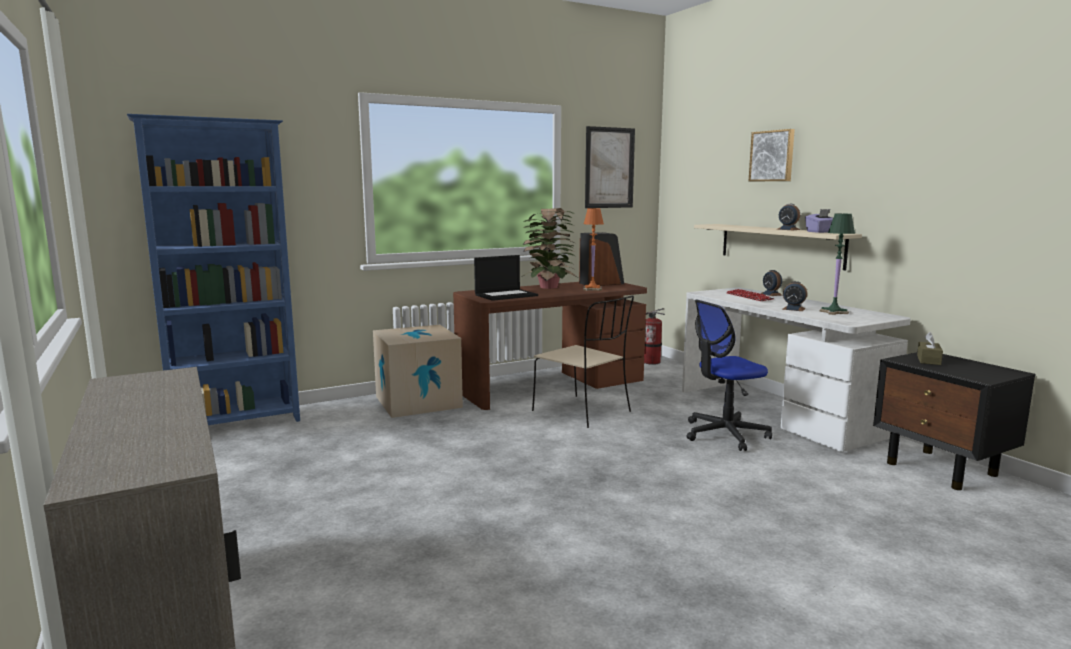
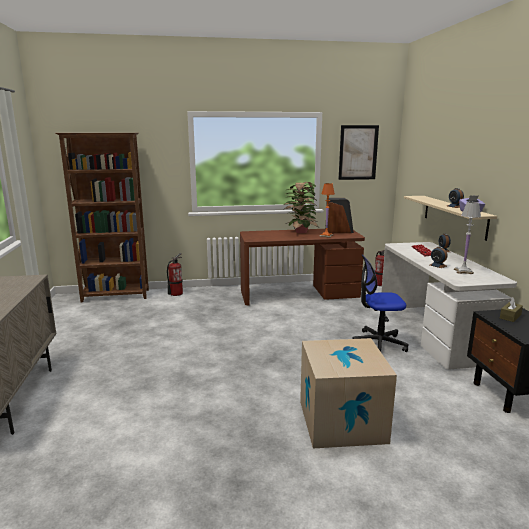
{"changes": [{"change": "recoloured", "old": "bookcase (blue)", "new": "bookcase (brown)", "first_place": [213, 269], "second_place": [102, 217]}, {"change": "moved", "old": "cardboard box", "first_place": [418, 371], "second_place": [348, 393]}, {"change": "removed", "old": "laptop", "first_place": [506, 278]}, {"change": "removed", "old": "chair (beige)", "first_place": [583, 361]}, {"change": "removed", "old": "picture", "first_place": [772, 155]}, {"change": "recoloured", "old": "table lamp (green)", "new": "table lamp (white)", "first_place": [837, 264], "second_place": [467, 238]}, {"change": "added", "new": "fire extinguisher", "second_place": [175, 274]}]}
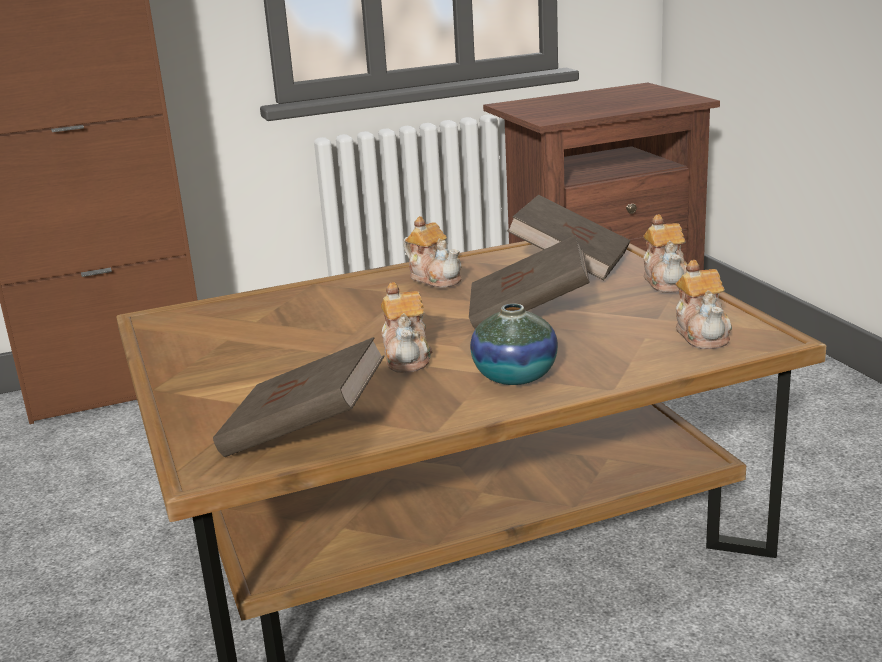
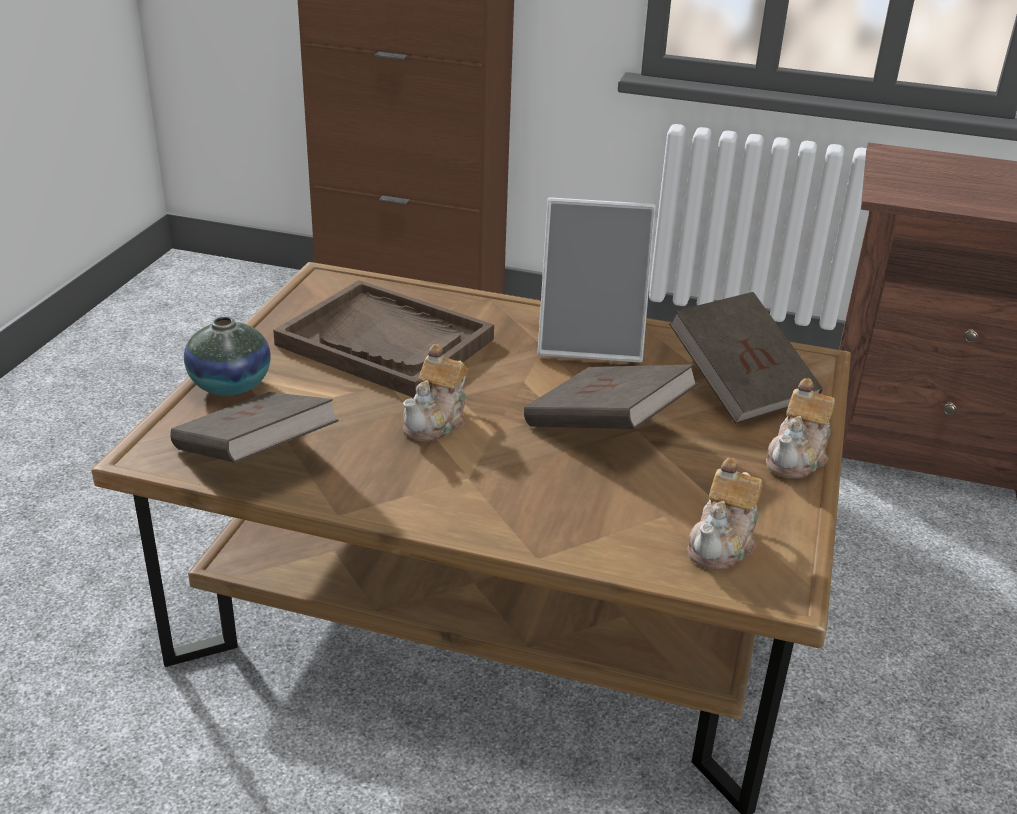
{"changes": [{"change": "replaced", "old": "teapot", "new": "picture frame", "first_place": [433, 252], "second_place": [597, 280]}, {"change": "moved", "old": "vase", "first_place": [514, 344], "second_place": [227, 356]}, {"change": "added", "new": "tray (brown)", "second_place": [383, 339]}]}
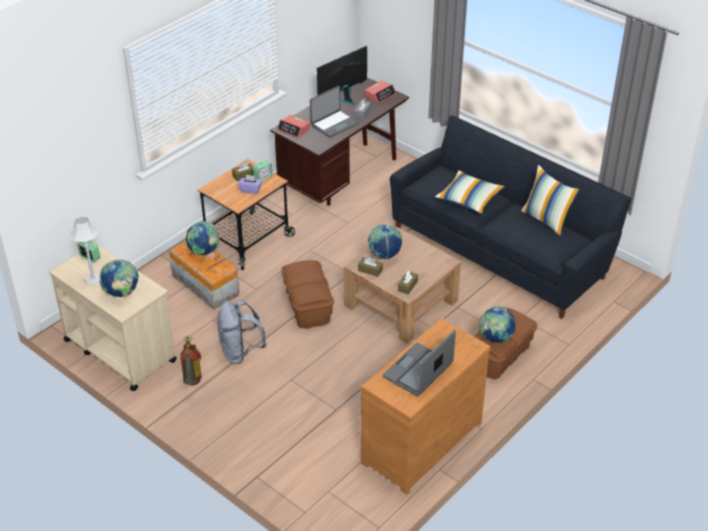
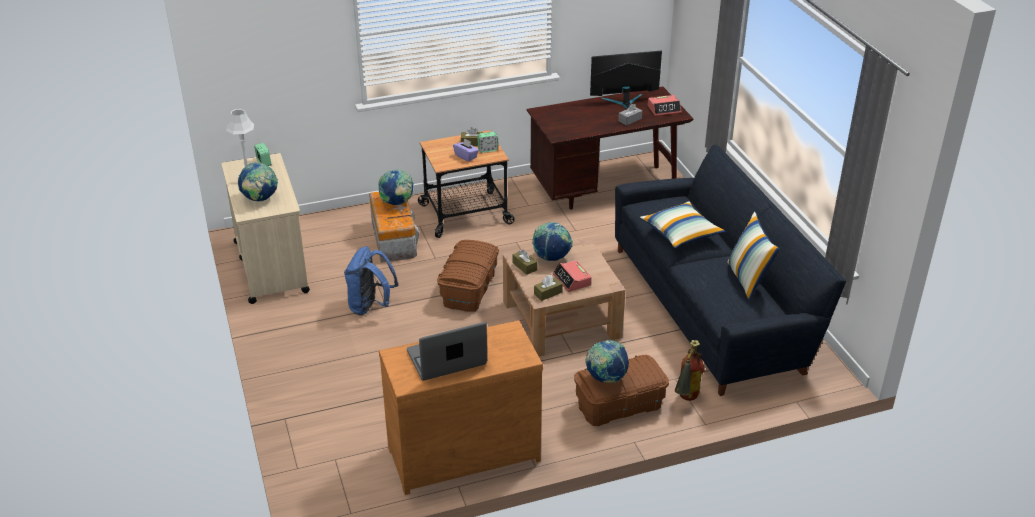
{"changes": [{"change": "moved", "old": "fire extinguisher", "first_place": [190, 360], "second_place": [690, 370]}, {"change": "recoloured", "old": "backpack (grey)", "new": "backpack (blue)", "first_place": [241, 332], "second_place": [371, 280]}, {"change": "moved", "old": "alarm clock", "first_place": [293, 126], "second_place": [572, 276]}, {"change": "removed", "old": "laptop", "first_place": [334, 112]}]}
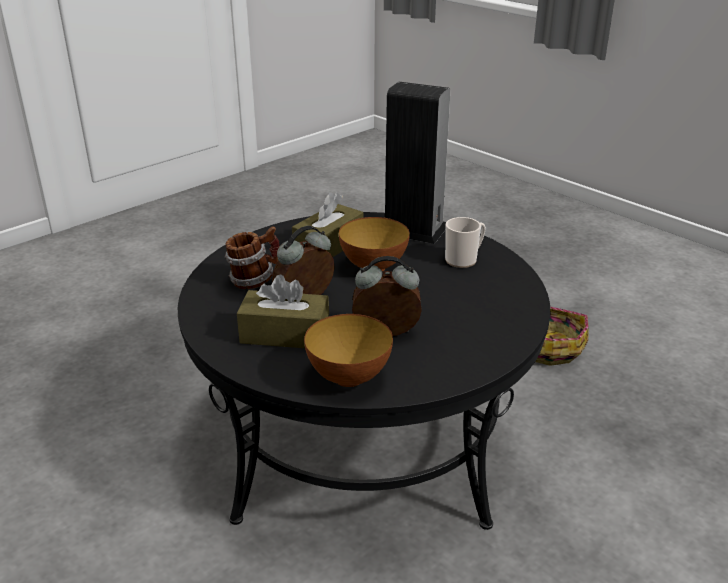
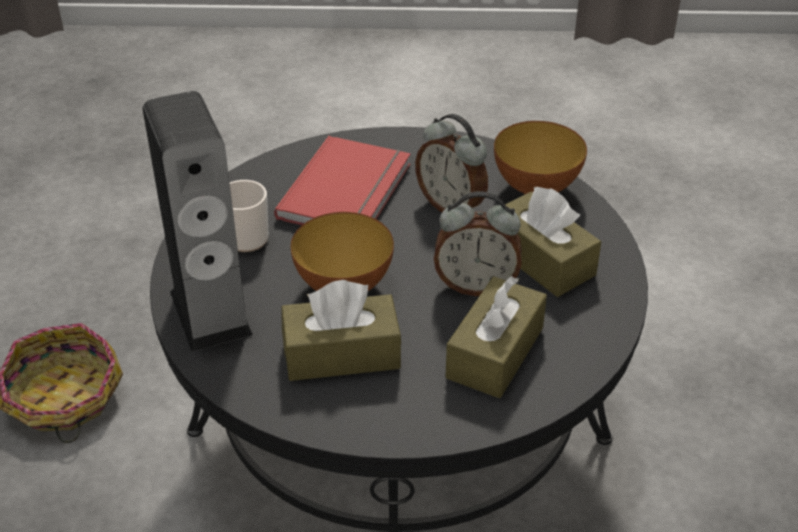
{"changes": [{"change": "replaced", "old": "mug", "new": "tissue box (brown)", "first_place": [252, 257], "second_place": [496, 337]}, {"change": "added", "new": "book (red)", "second_place": [342, 181]}]}
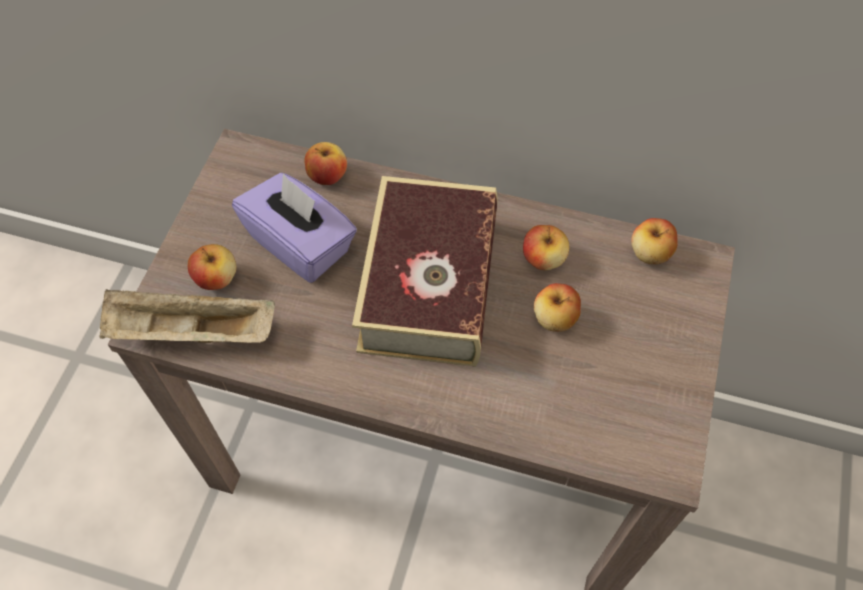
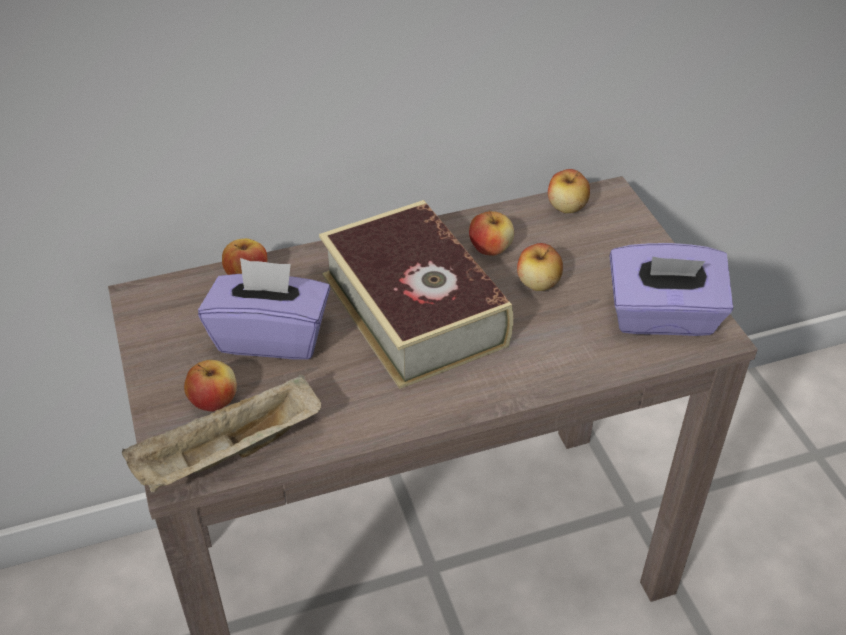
{"changes": [{"change": "added", "new": "tissue box (purple)", "second_place": [671, 289]}]}
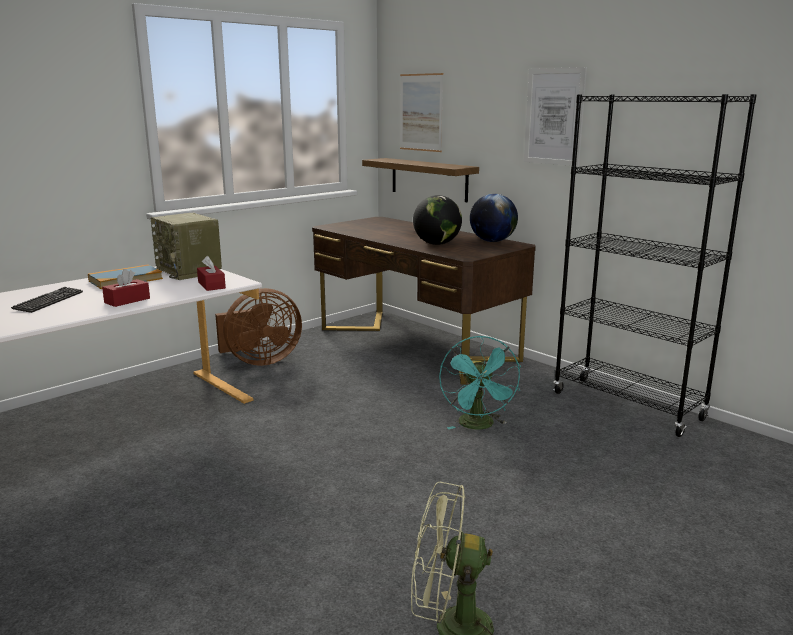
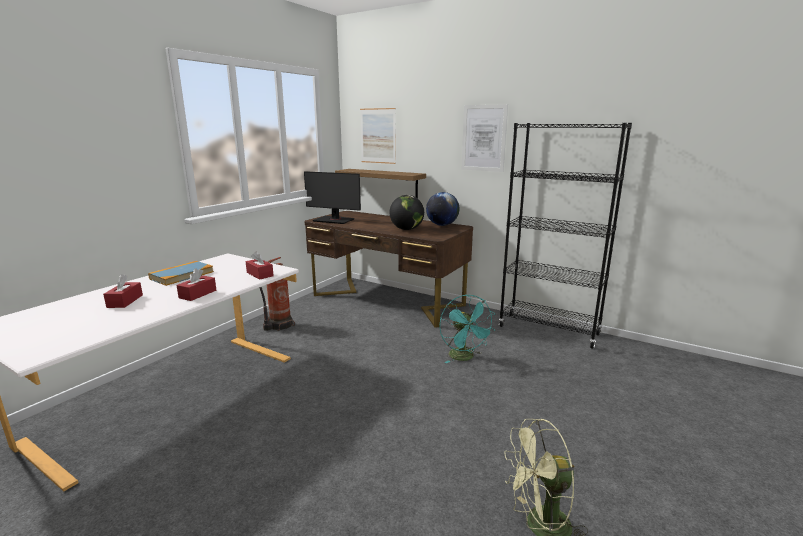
{"changes": [{"change": "replaced", "old": "keyboard", "new": "tissue box (red)", "first_place": [47, 300], "second_place": [123, 291]}, {"change": "removed", "old": "radio", "first_place": [186, 246]}, {"change": "replaced", "old": "fan (brown)", "new": "fire extinguisher", "first_place": [258, 327], "second_place": [277, 294]}, {"change": "added", "new": "monitor", "second_place": [332, 197]}]}
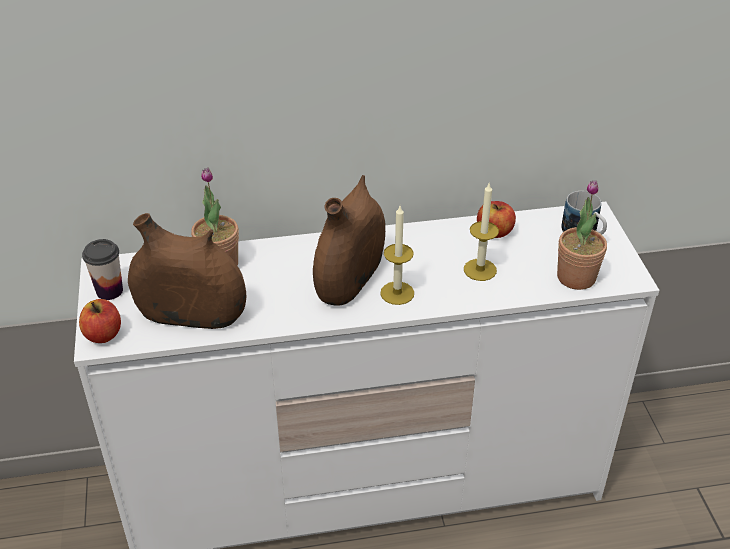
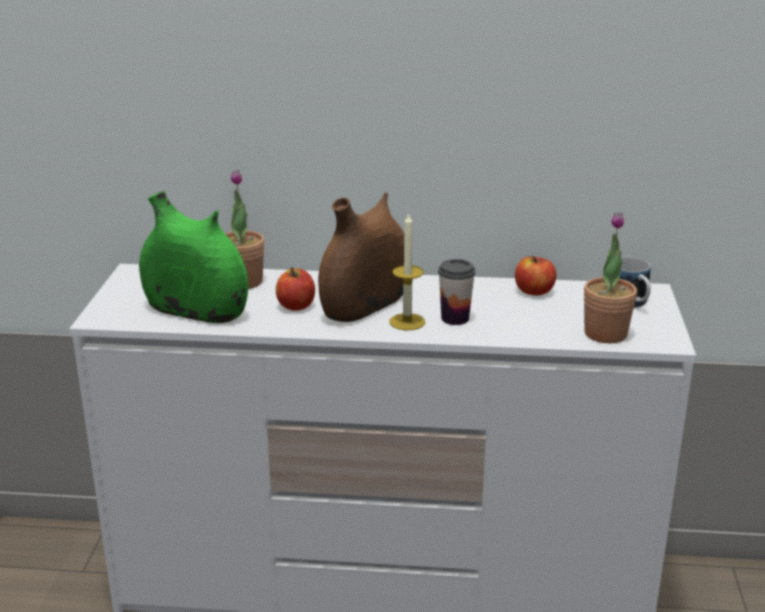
{"changes": [{"change": "moved", "old": "apple", "first_place": [100, 321], "second_place": [295, 289]}, {"change": "moved", "old": "cup", "first_place": [102, 269], "second_place": [457, 292]}, {"change": "recoloured", "old": "vase (brown)", "new": "vase (green)", "first_place": [187, 271], "second_place": [193, 257]}, {"change": "removed", "old": "candle", "first_place": [481, 231]}]}
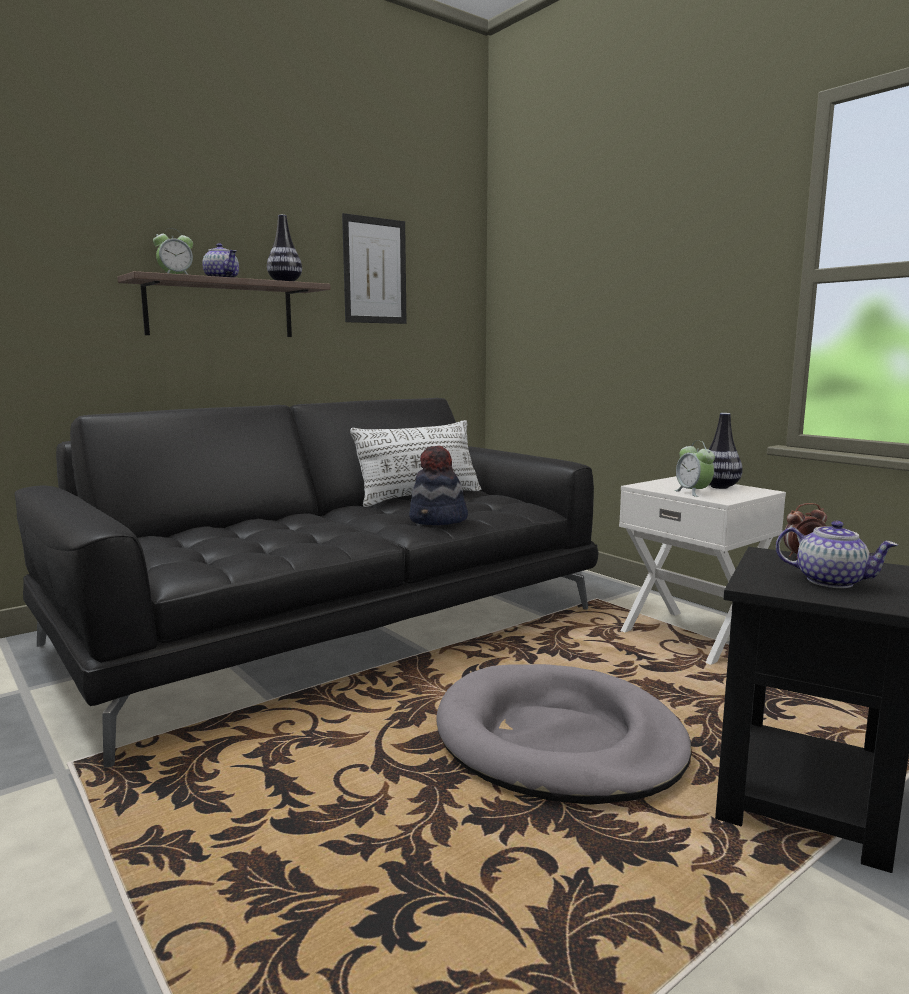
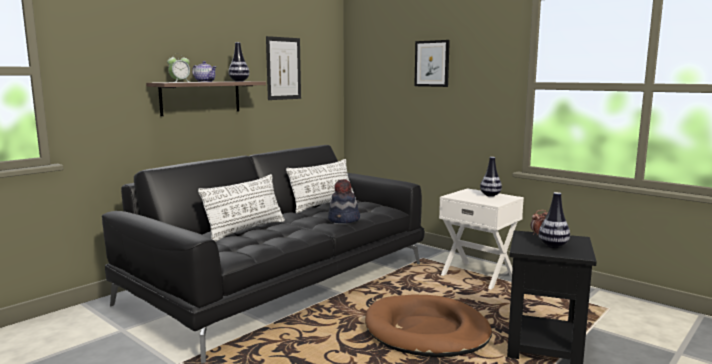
{"changes": [{"change": "recoloured", "old": "dog bed (grey)", "new": "dog bed (brown)", "first_place": [564, 734], "second_place": [428, 326]}, {"change": "removed", "old": "alarm clock", "first_place": [694, 469]}, {"change": "replaced", "old": "teapot", "new": "vase", "first_place": [837, 554], "second_place": [554, 220]}, {"change": "added", "new": "pillow (white)", "second_place": [241, 208]}, {"change": "added", "new": "picture", "second_place": [432, 63]}]}
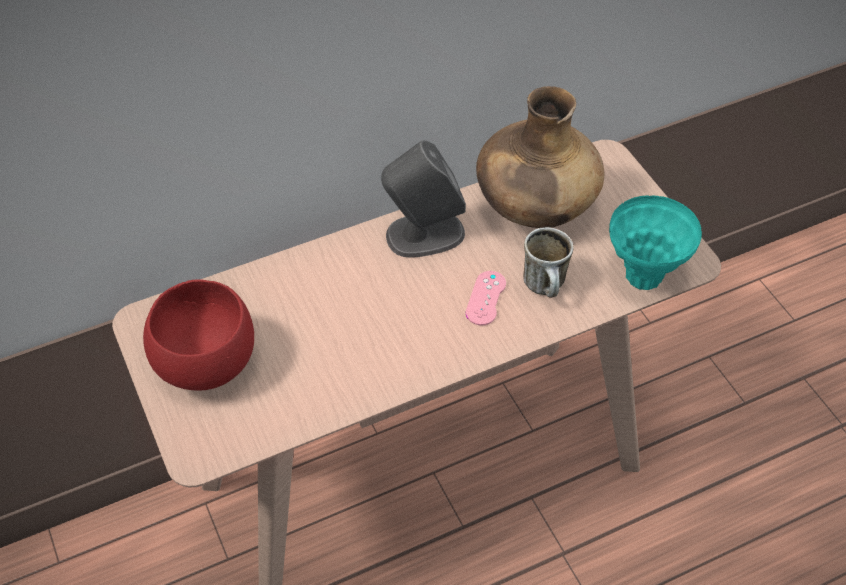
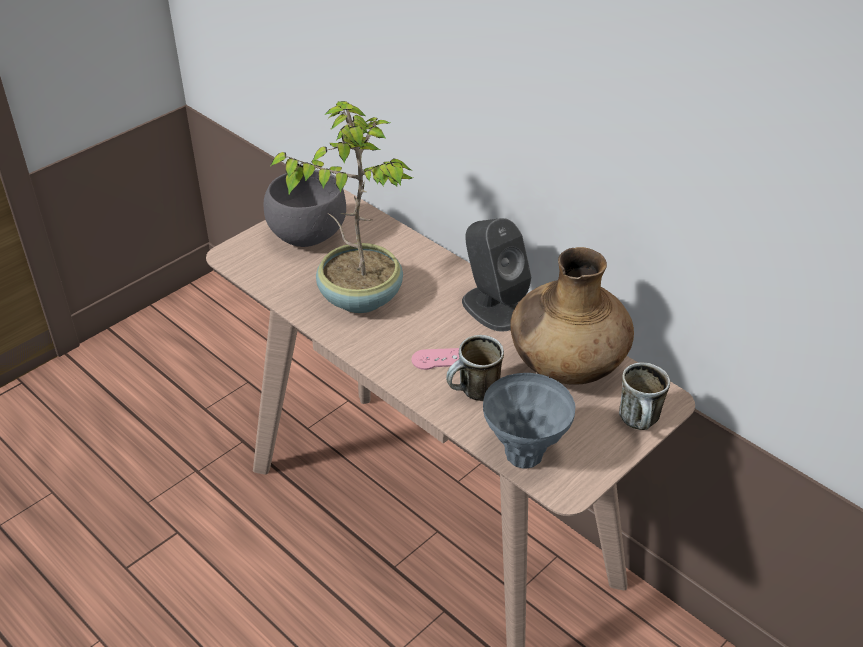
{"changes": [{"change": "recoloured", "old": "bowl (red)", "new": "bowl (grey)", "first_place": [198, 335], "second_place": [305, 208]}, {"change": "recoloured", "old": "vase (turquoise)", "new": "vase (grey)", "first_place": [655, 243], "second_place": [529, 421]}, {"change": "added", "new": "potted plant", "second_place": [342, 207]}, {"change": "added", "new": "mug", "second_place": [644, 396]}]}
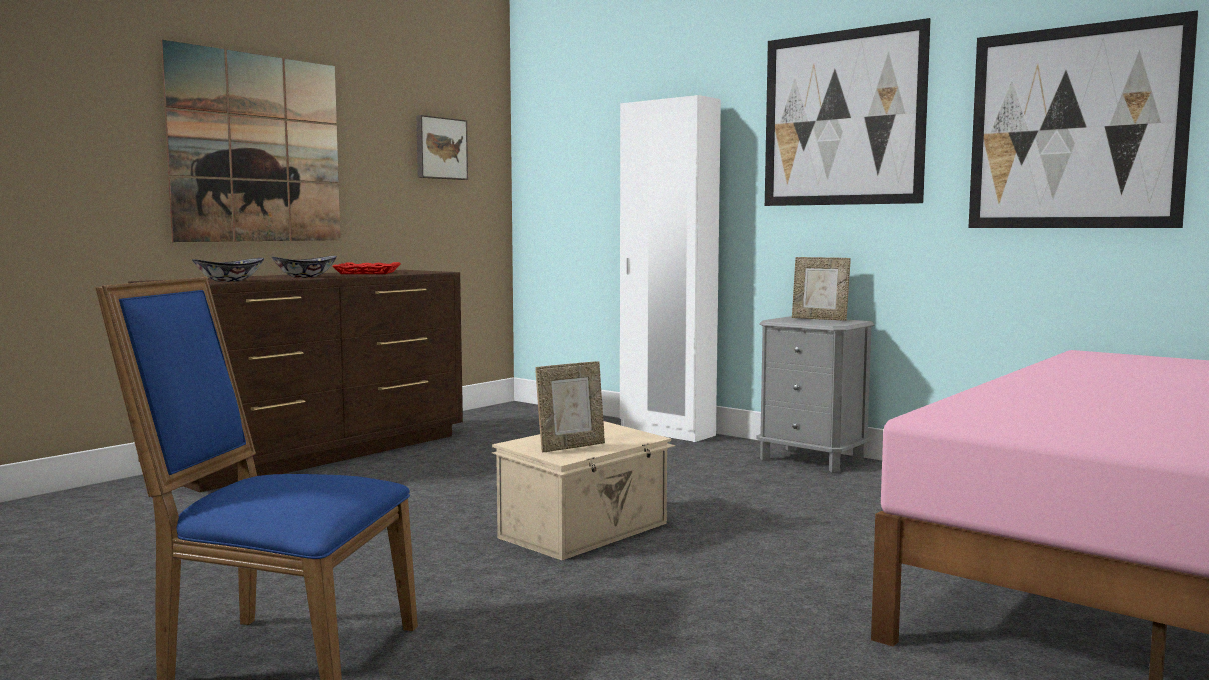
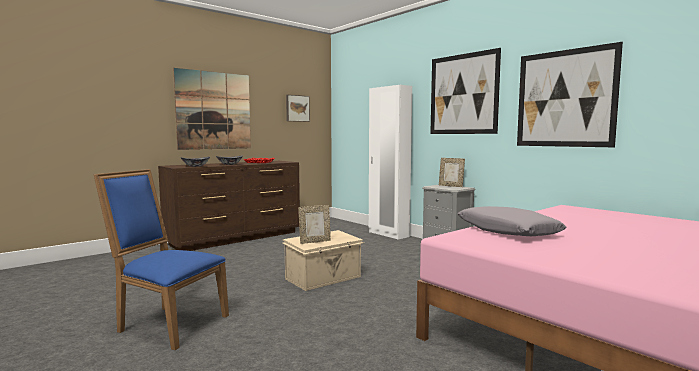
{"changes": [{"change": "added", "new": "pillow (grey)", "second_place": [512, 221]}]}
